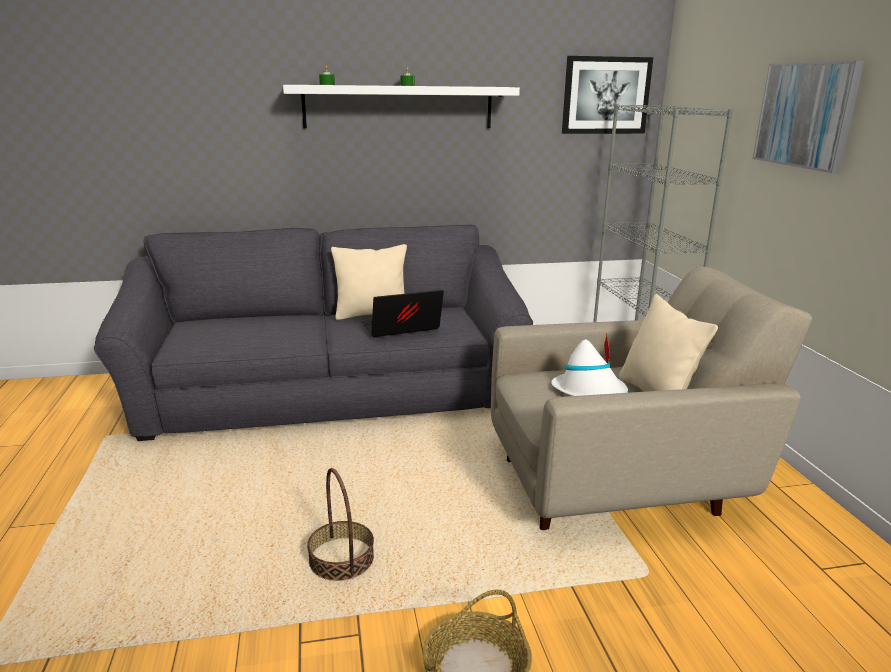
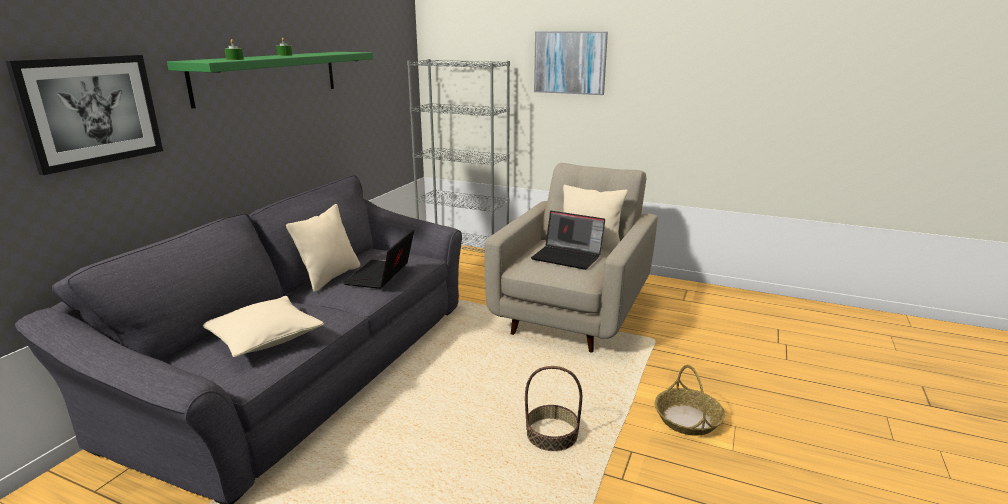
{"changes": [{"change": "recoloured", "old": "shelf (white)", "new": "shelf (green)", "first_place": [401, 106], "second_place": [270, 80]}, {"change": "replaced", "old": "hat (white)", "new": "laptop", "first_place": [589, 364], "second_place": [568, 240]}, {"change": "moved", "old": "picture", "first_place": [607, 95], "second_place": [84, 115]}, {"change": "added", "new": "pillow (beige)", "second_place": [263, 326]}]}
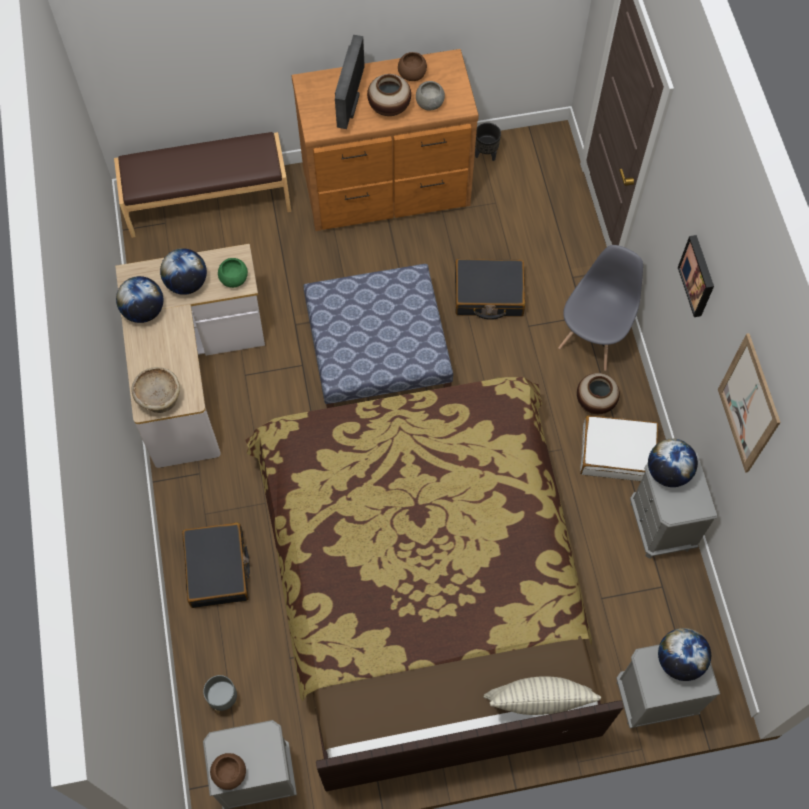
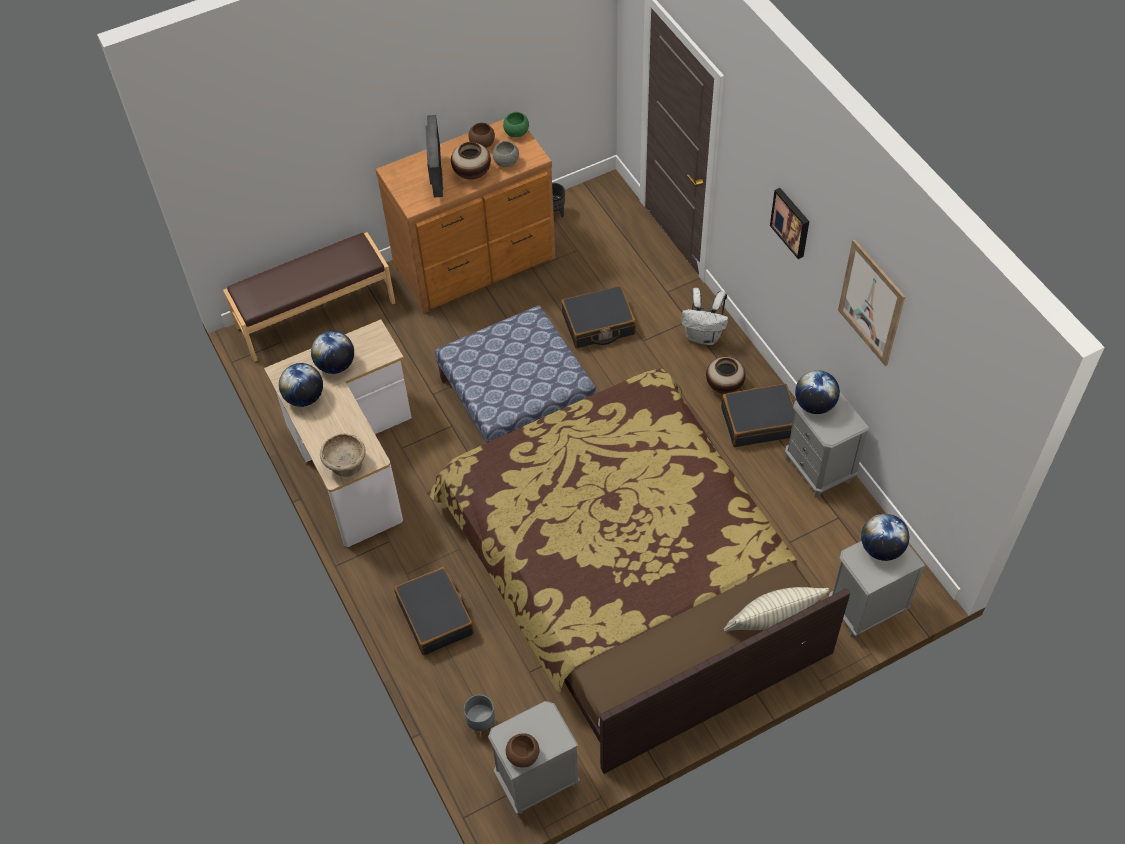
{"changes": [{"change": "moved", "old": "bowl (green)", "first_place": [233, 273], "second_place": [516, 124]}, {"change": "replaced", "old": "chair (grey)", "new": "backpack (white)", "first_place": [601, 308], "second_place": [704, 316]}, {"change": "recoloured", "old": "suitcase (white)", "new": "suitcase (black)", "first_place": [619, 448], "second_place": [758, 415]}]}
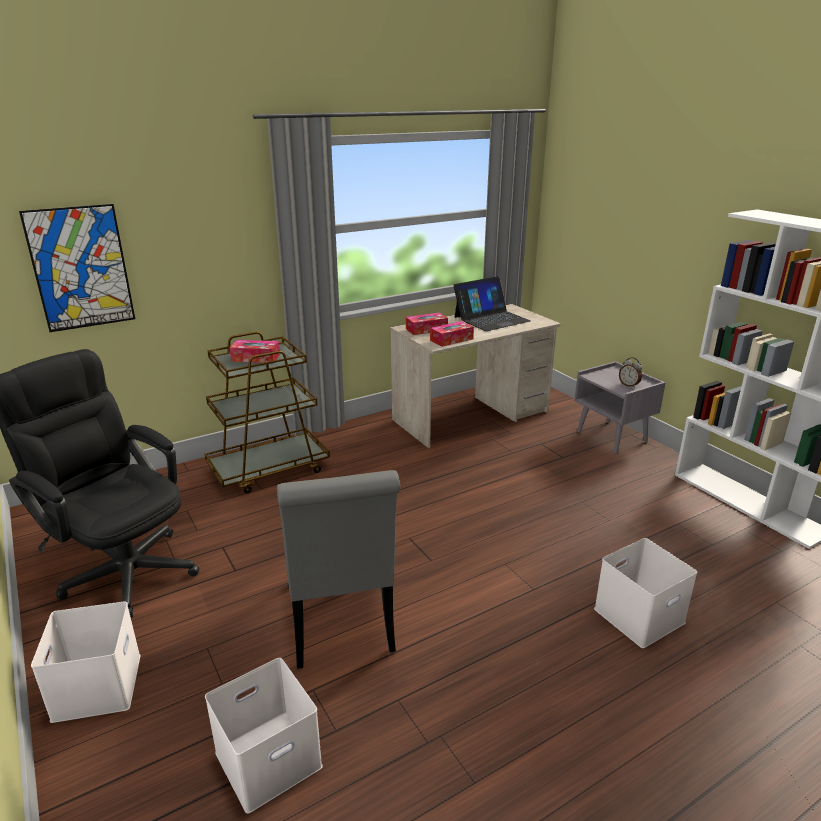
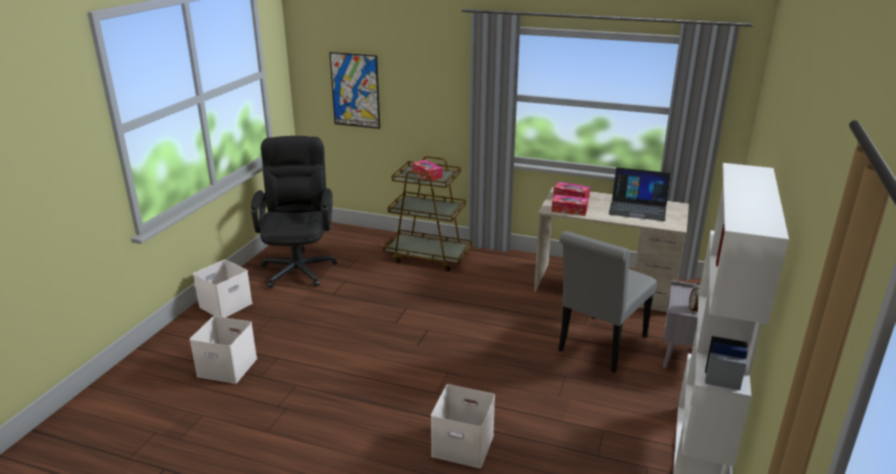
{"changes": [{"change": "moved", "old": "chair (grey)", "first_place": [338, 569], "second_place": [607, 302]}]}
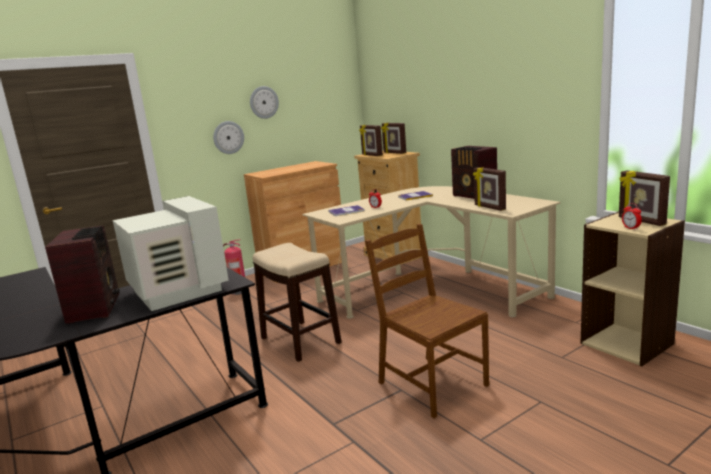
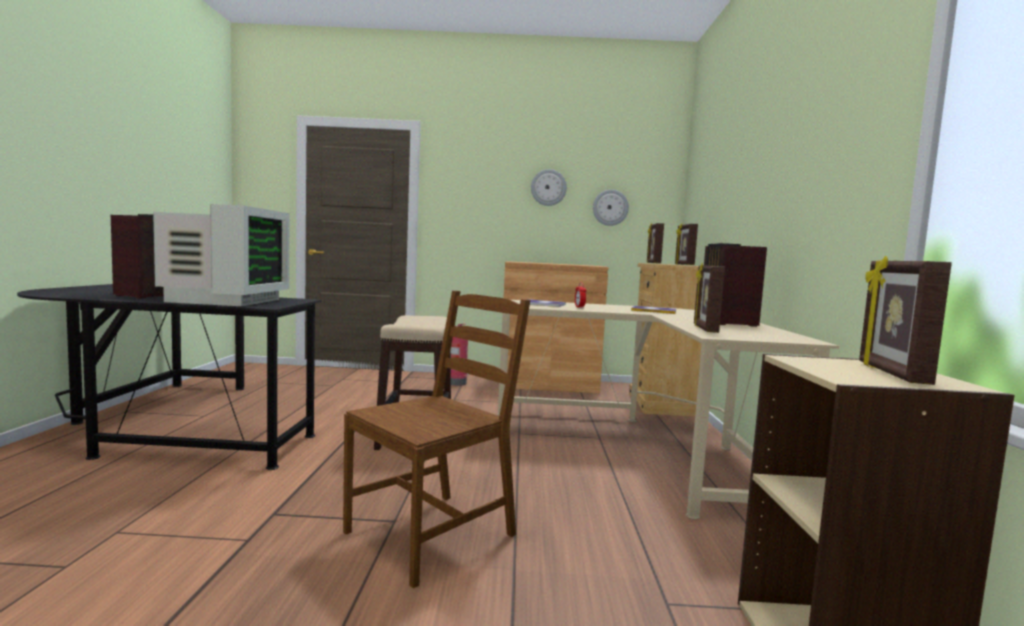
{"changes": [{"change": "moved", "old": "wall clock", "first_place": [228, 137], "second_place": [611, 207]}, {"change": "turned", "old": "chair (brown)", "first_place": [427, 321], "second_place": [436, 439], "degrees": 45}, {"change": "removed", "old": "alarm clock", "first_place": [632, 216]}]}
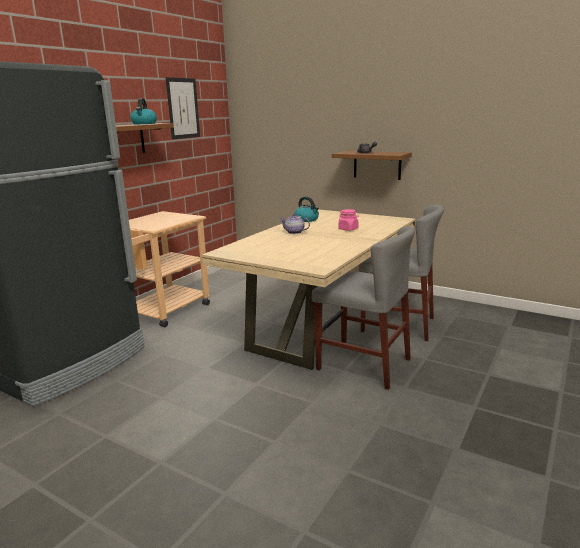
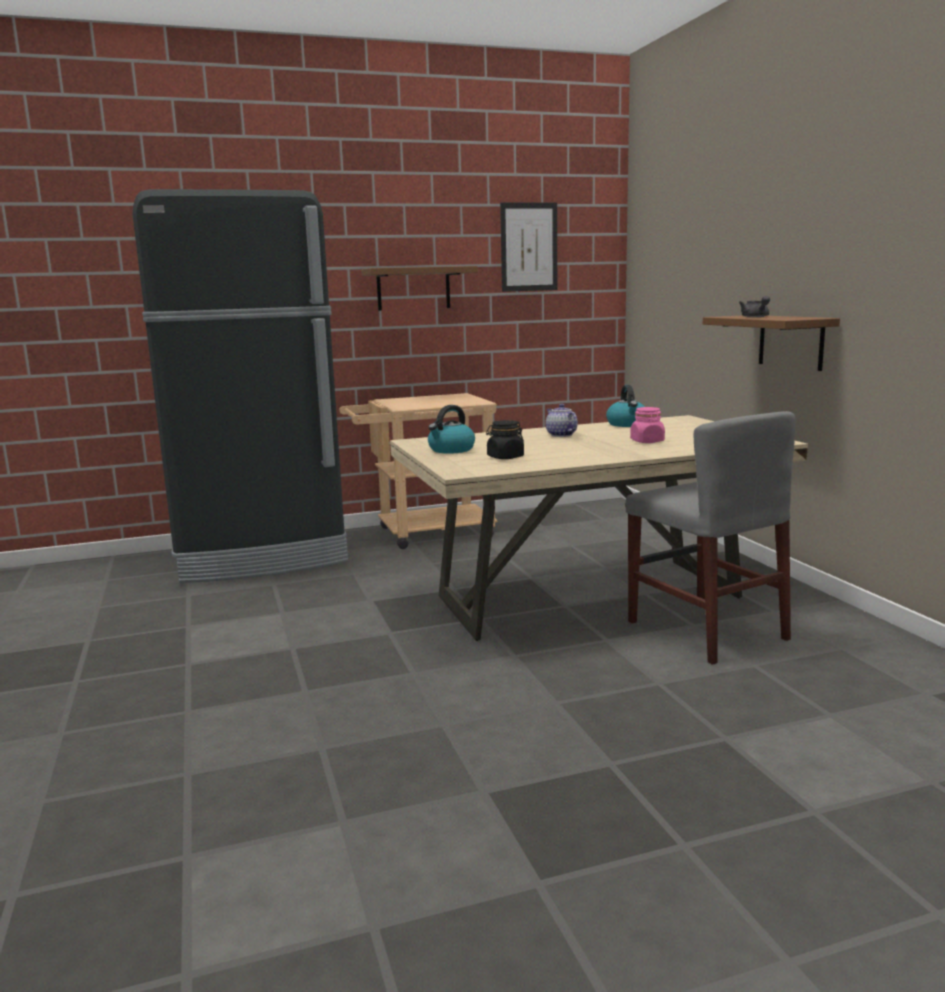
{"changes": [{"change": "moved", "old": "kettle", "first_place": [143, 111], "second_place": [451, 429]}, {"change": "removed", "old": "chair (grey)", "first_place": [363, 308]}, {"change": "added", "new": "jar (black)", "second_place": [505, 439]}]}
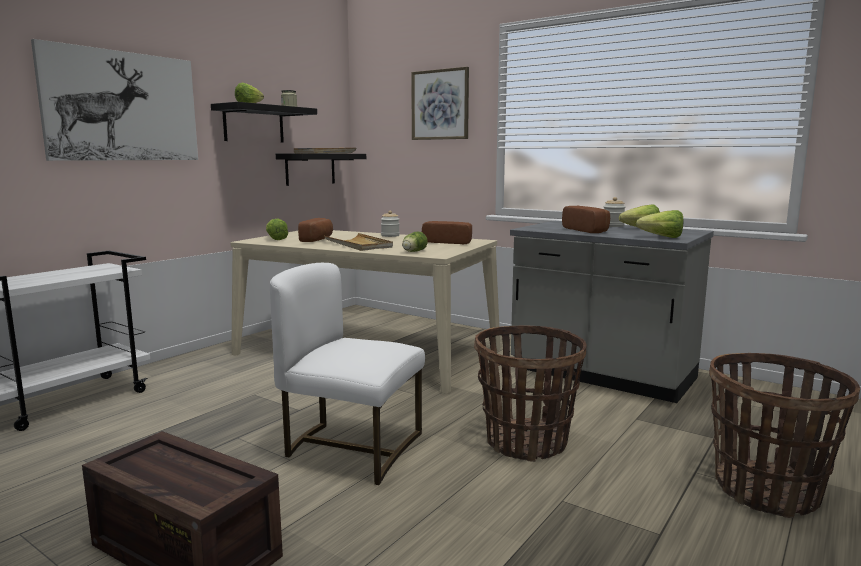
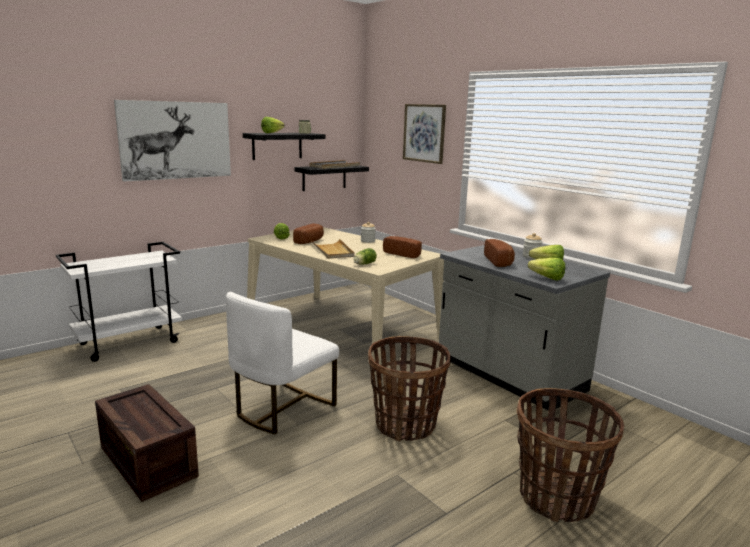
{"changes": [{"change": "turned", "old": "chair (white)", "first_place": [347, 374], "second_place": [282, 363], "degrees": -90}]}
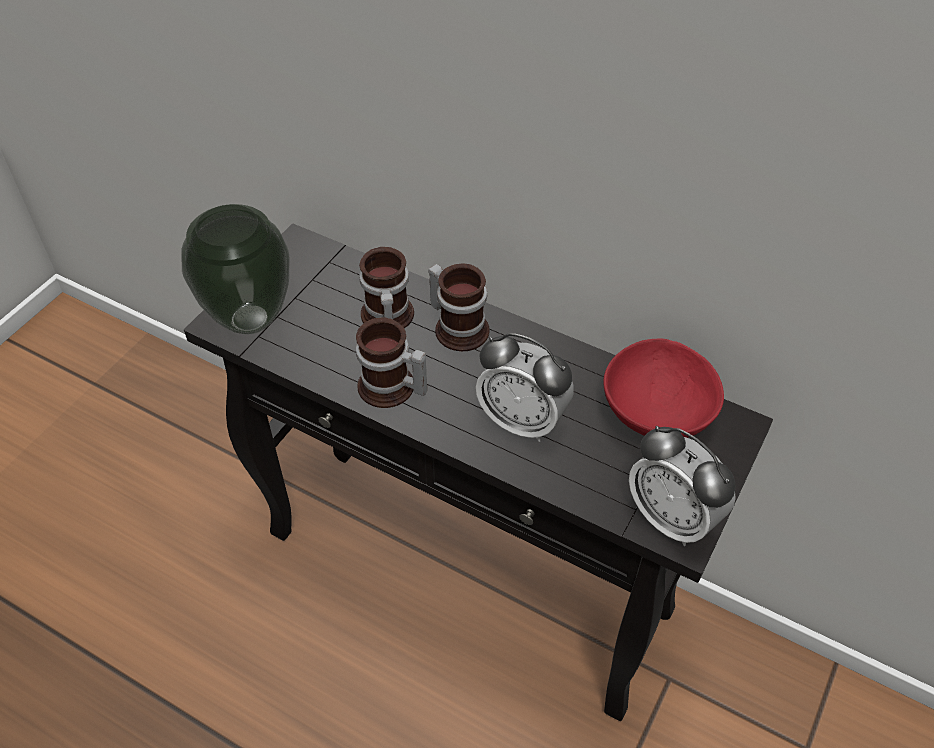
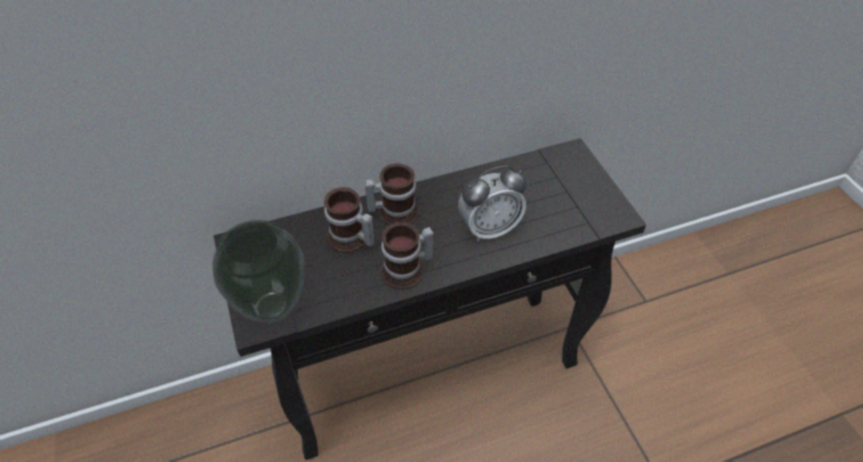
{"changes": [{"change": "removed", "old": "bowl (red)", "first_place": [663, 388]}, {"change": "removed", "old": "alarm clock", "first_place": [682, 486]}]}
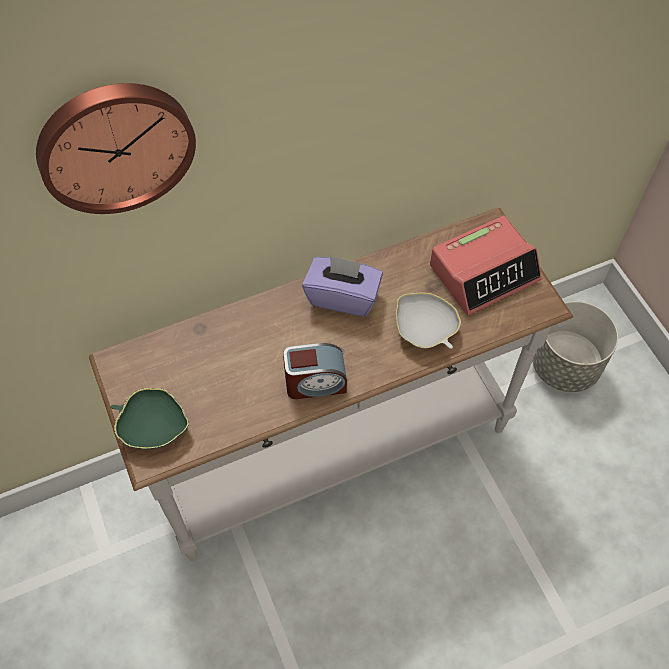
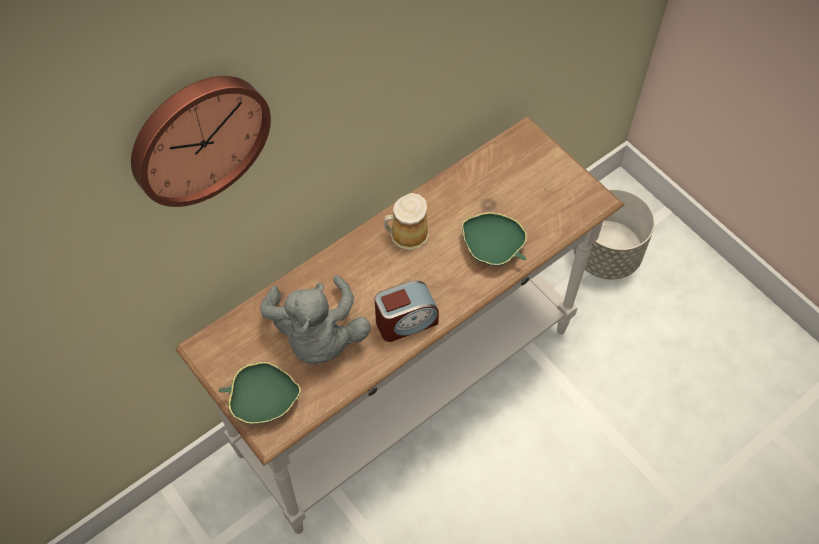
{"changes": [{"change": "replaced", "old": "tissue box (purple)", "new": "mug", "first_place": [342, 286], "second_place": [406, 221]}, {"change": "recoloured", "old": "bowl (white)", "new": "bowl (green)", "first_place": [428, 320], "second_place": [494, 239]}, {"change": "removed", "old": "alarm clock", "first_place": [486, 265]}, {"change": "added", "new": "plush toy (grey)", "second_place": [315, 320]}]}
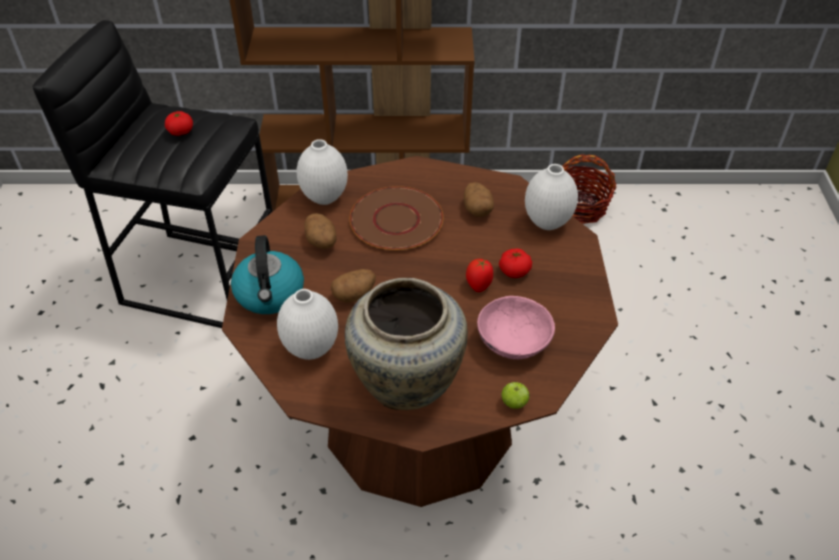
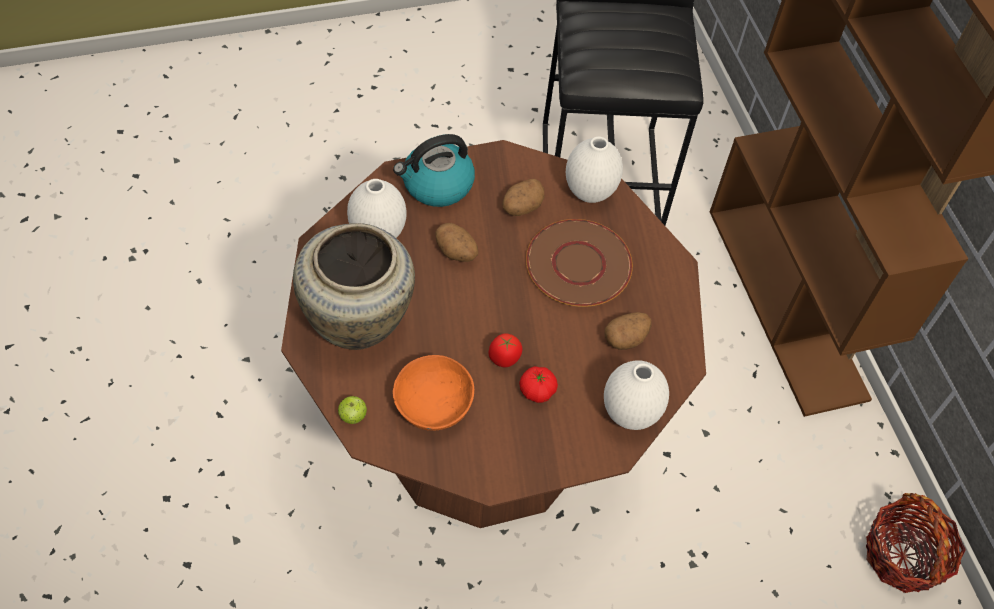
{"changes": [{"change": "removed", "old": "tomato", "first_place": [179, 123]}, {"change": "recoloured", "old": "bowl (pink)", "new": "bowl (orange)", "first_place": [516, 327], "second_place": [433, 393]}]}
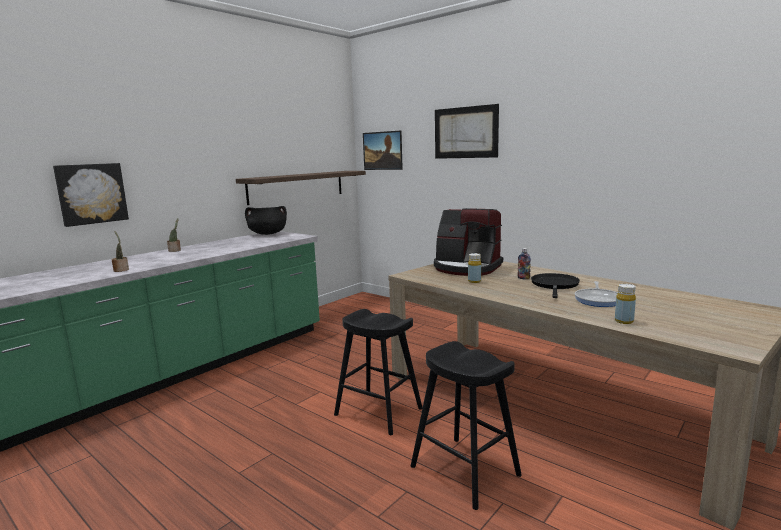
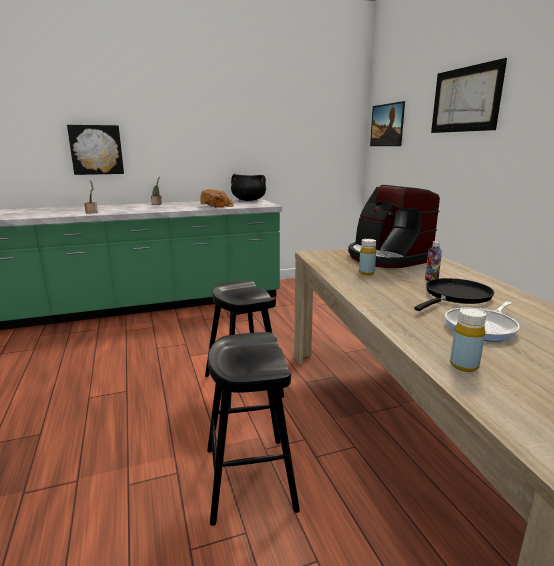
{"changes": [{"change": "removed", "old": "shelf", "first_place": [301, 188]}, {"change": "added", "new": "bread", "second_place": [217, 198]}]}
